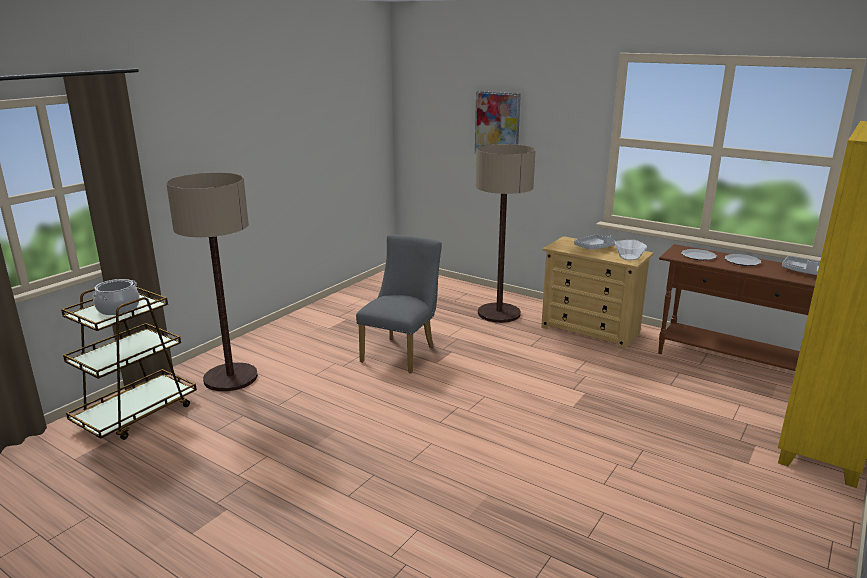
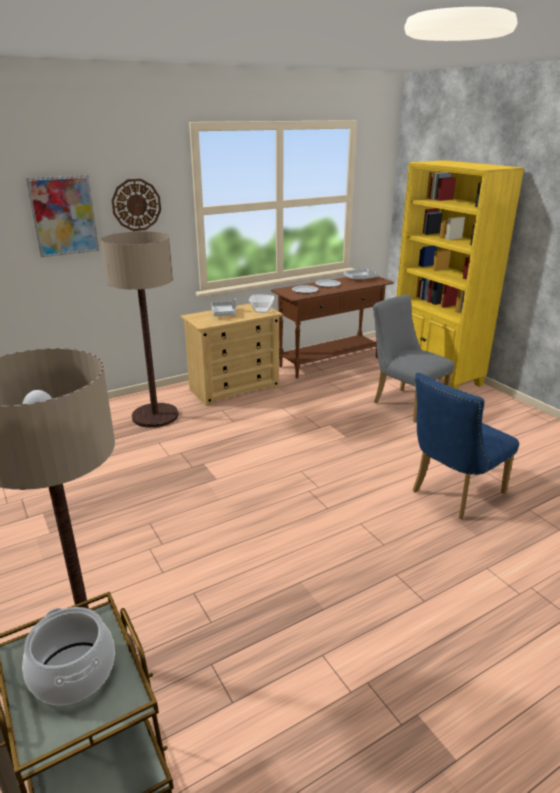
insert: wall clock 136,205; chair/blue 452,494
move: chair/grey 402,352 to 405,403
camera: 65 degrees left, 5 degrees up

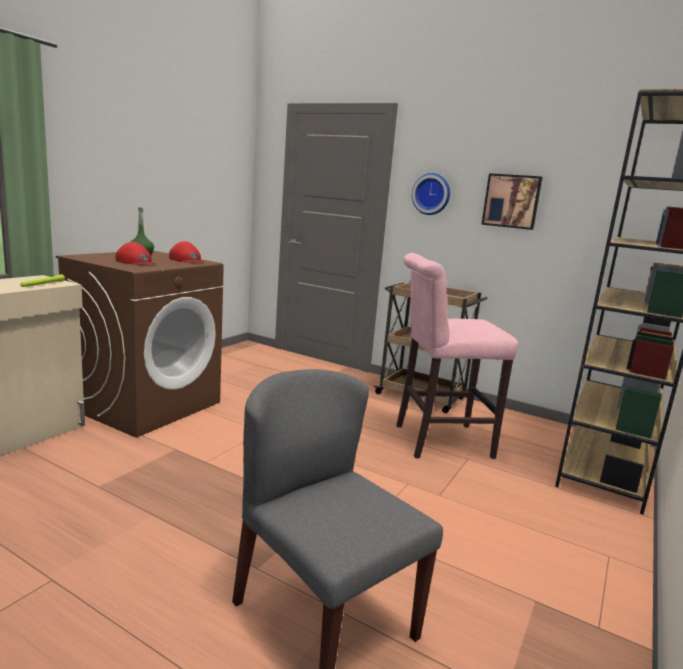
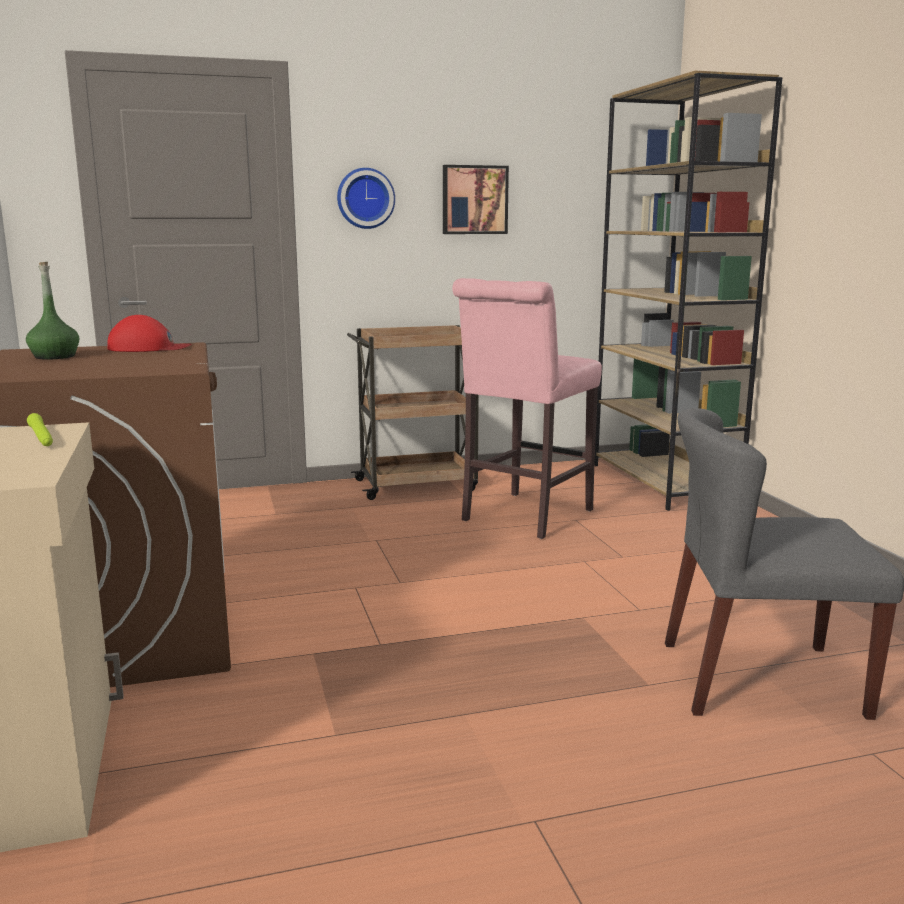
delete: cap/red 136,262
camera: 45 degrees left, 0 degrees up

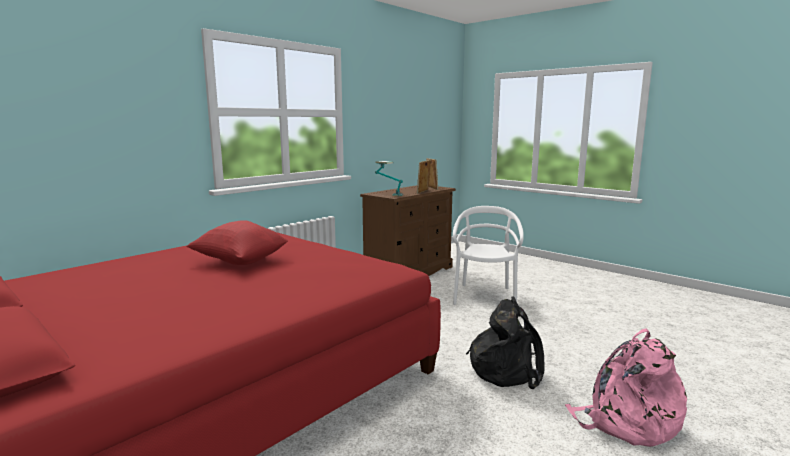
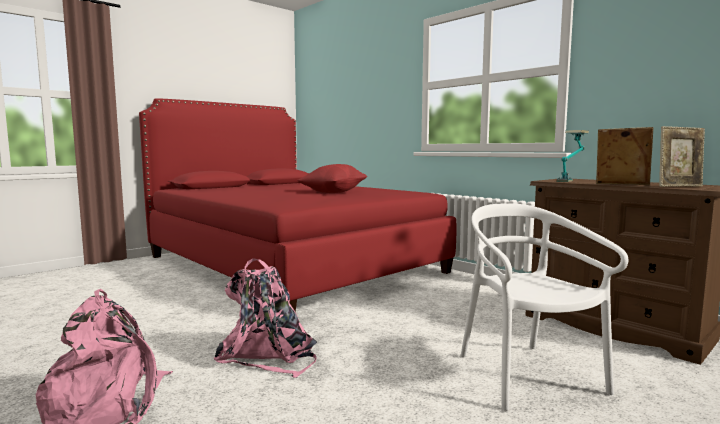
recolor: backpack/black 506,369 to backpack/pink 269,355
rotate: chair/white 484,297 = 527,375 120 degrees counterclockwise
camera: 95 degrees right, 5 degrees down

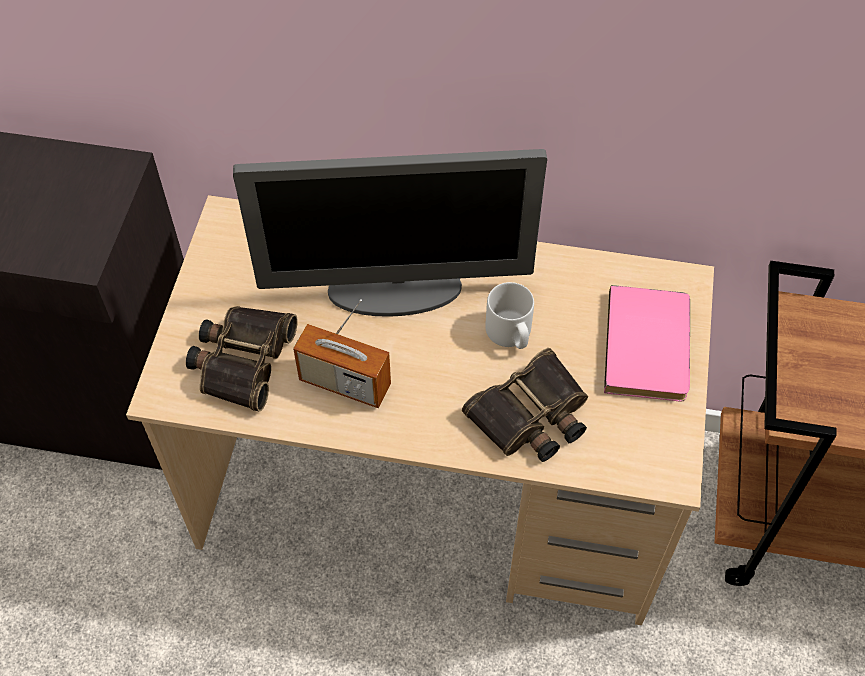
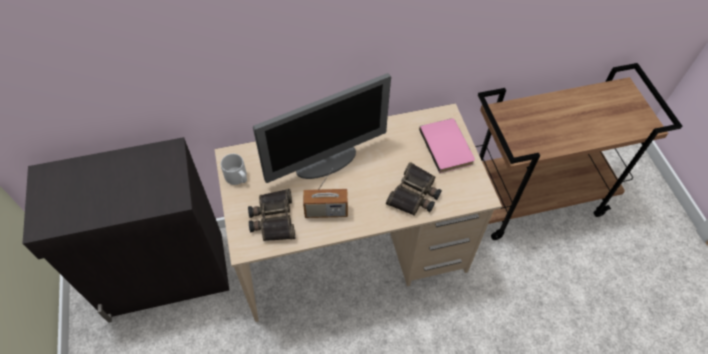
move: mug/grey 510,334 to 237,178
camera: 25 degrees left, 0 degrees up

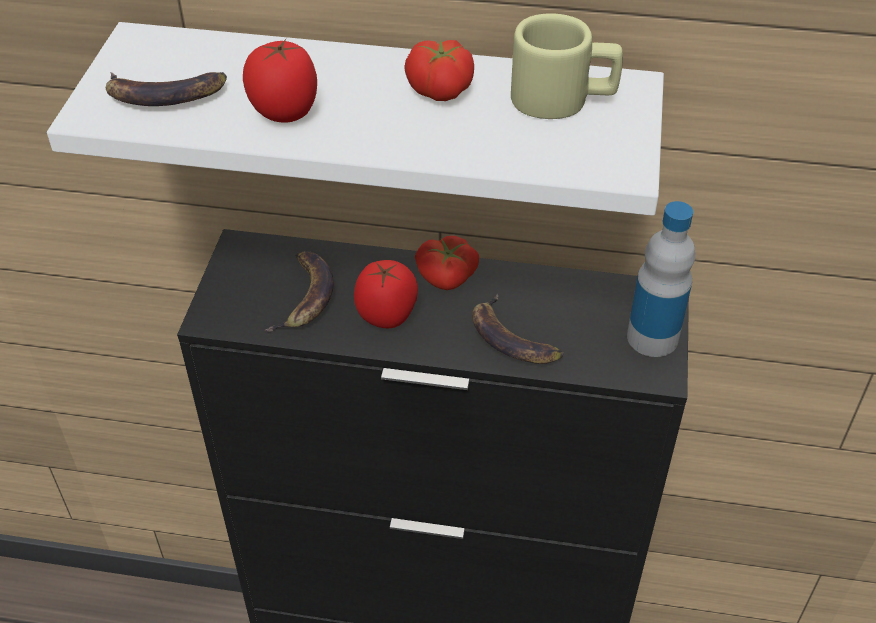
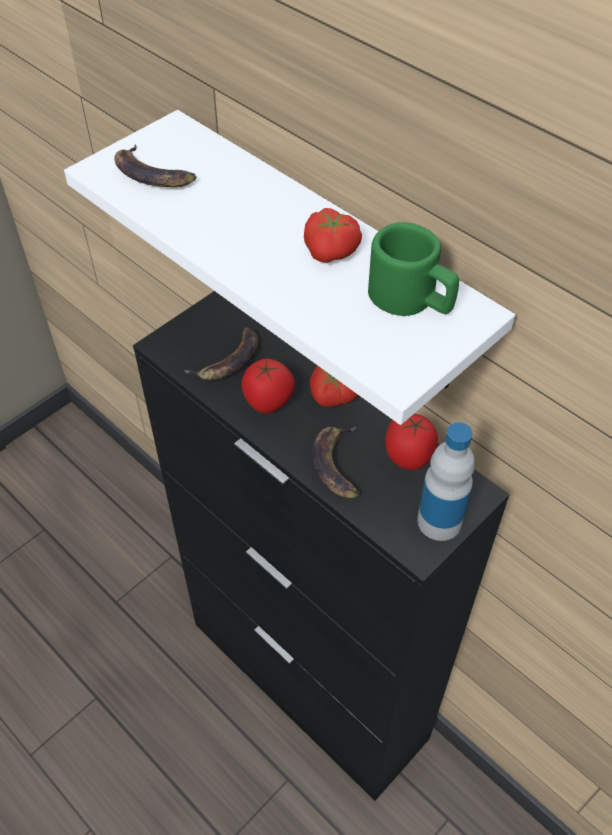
move: tomato 284,112 to 408,456
recolor: mug/beige 563,99 to mug/green 412,300
camera: 35 degrees right, 5 degrees up

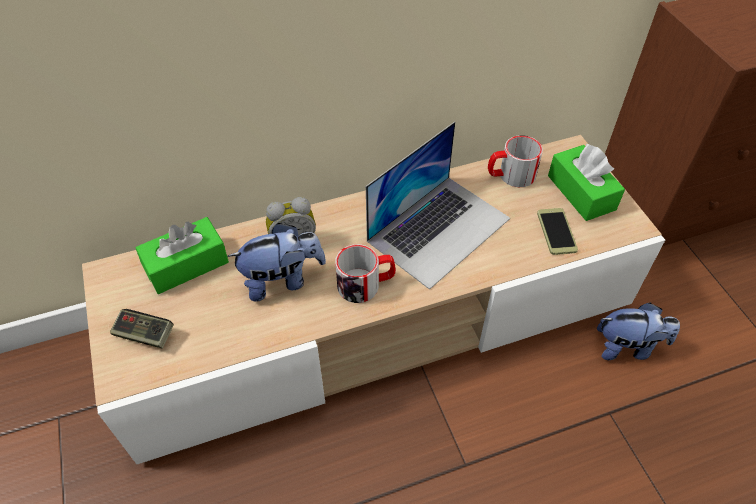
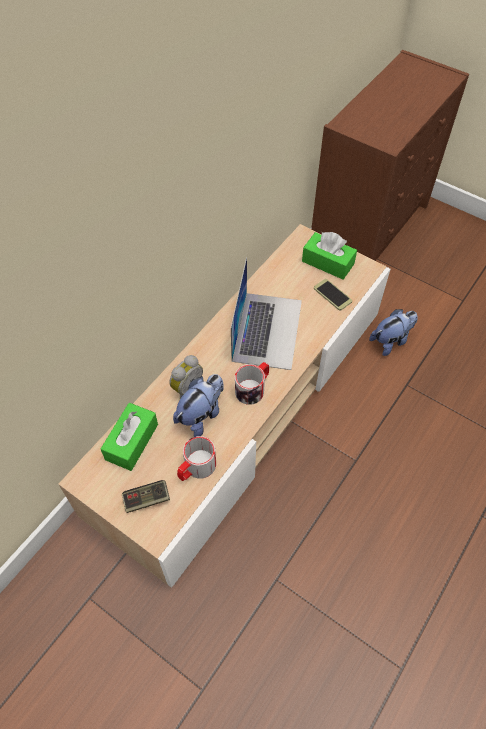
move: mug 510,175 to 196,468
camera: 35 degrees left, 5 degrees up

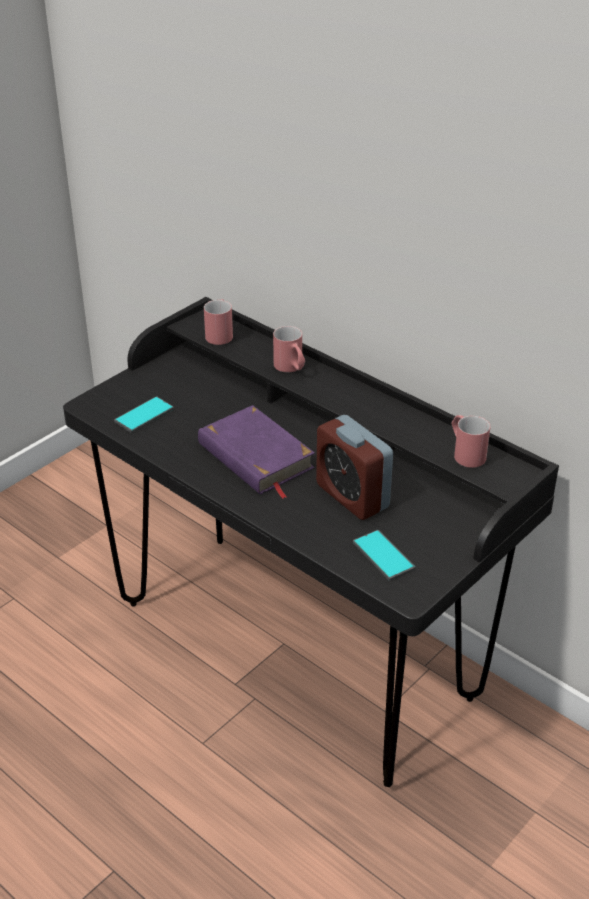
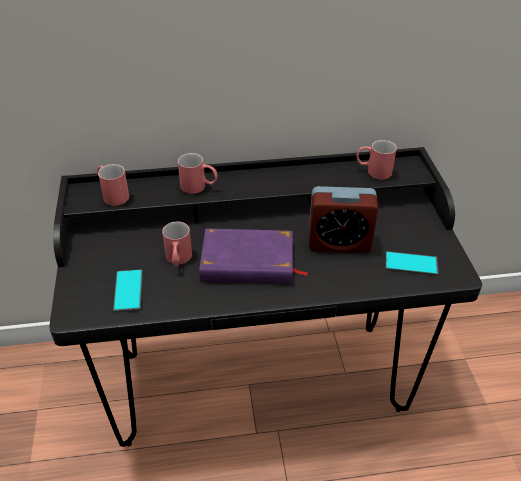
insert: mug/red 178,260
camera: 50 degrees left, 5 degrees up

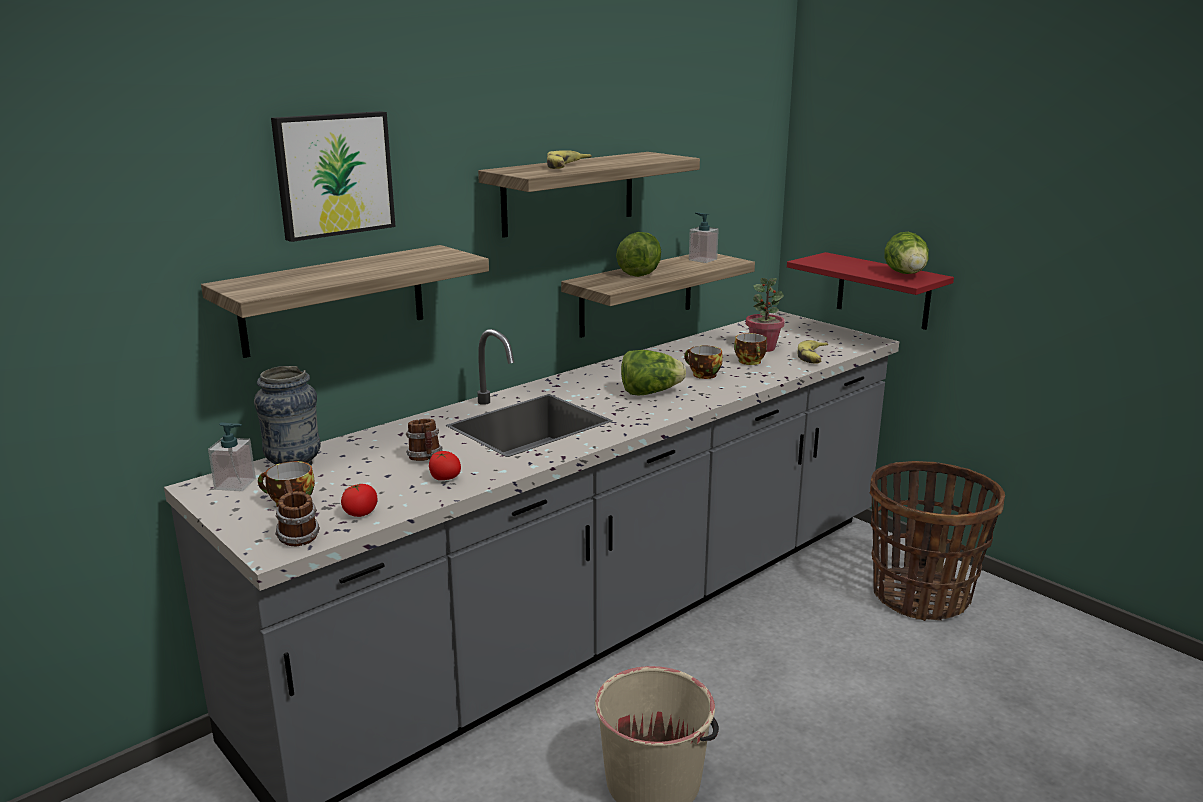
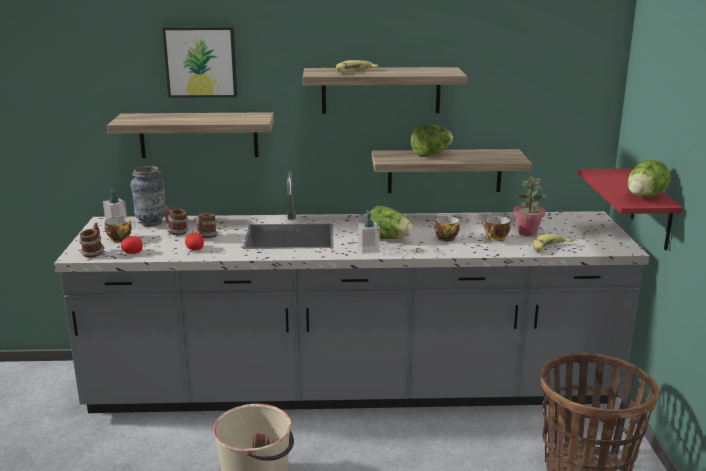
insert: mug 176,232
move: soap dispenser 702,260 to 368,249
camera: 40 degrees right, 0 degrees up

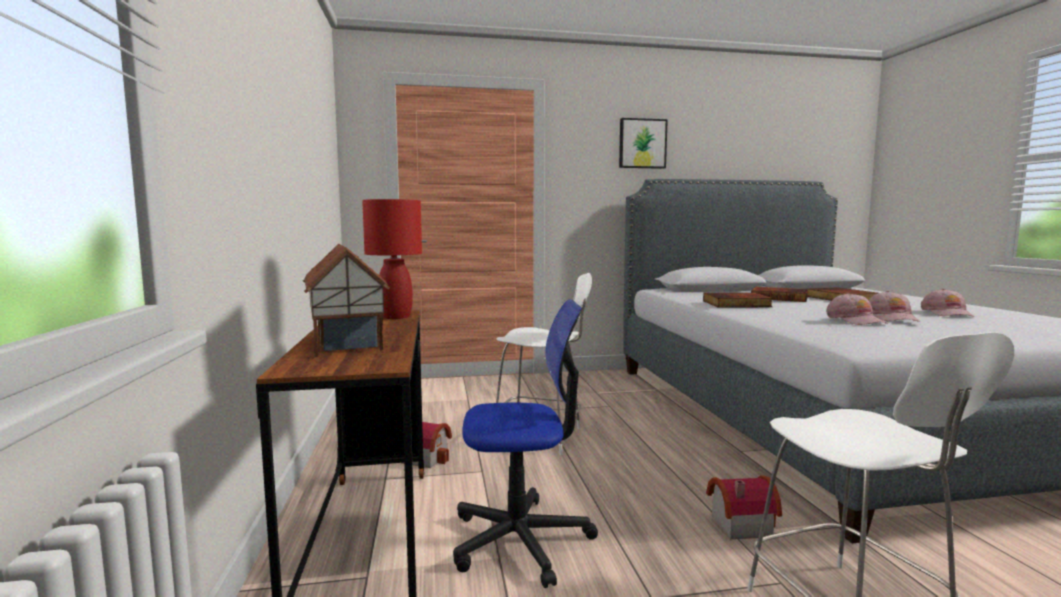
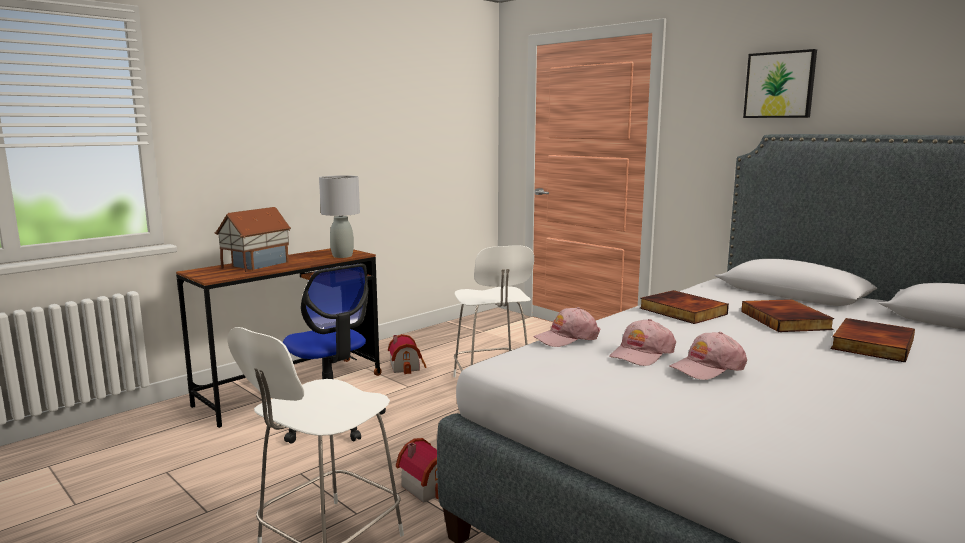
move: cap/pink 947,313 to 566,338
recolor: table lamp/red 395,317 to table lamp/grey 342,256
camera: 55 degrees right, 5 degrees up

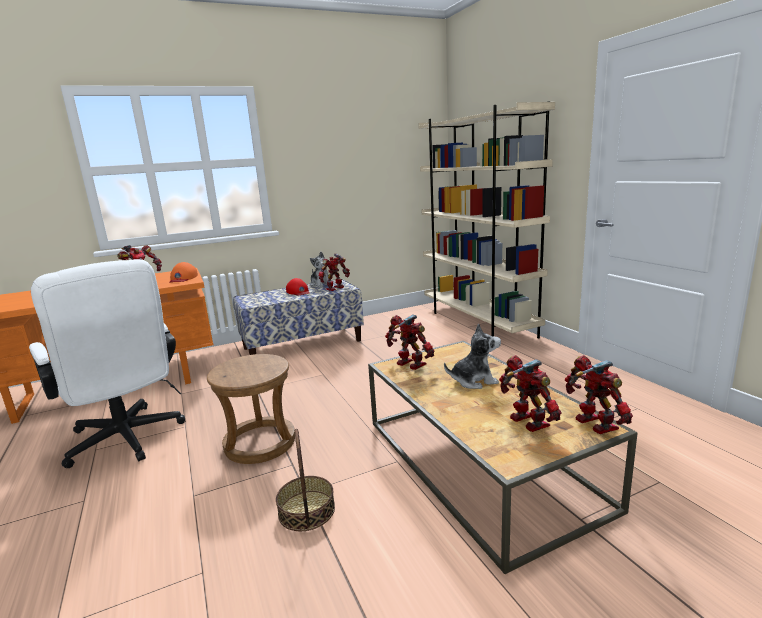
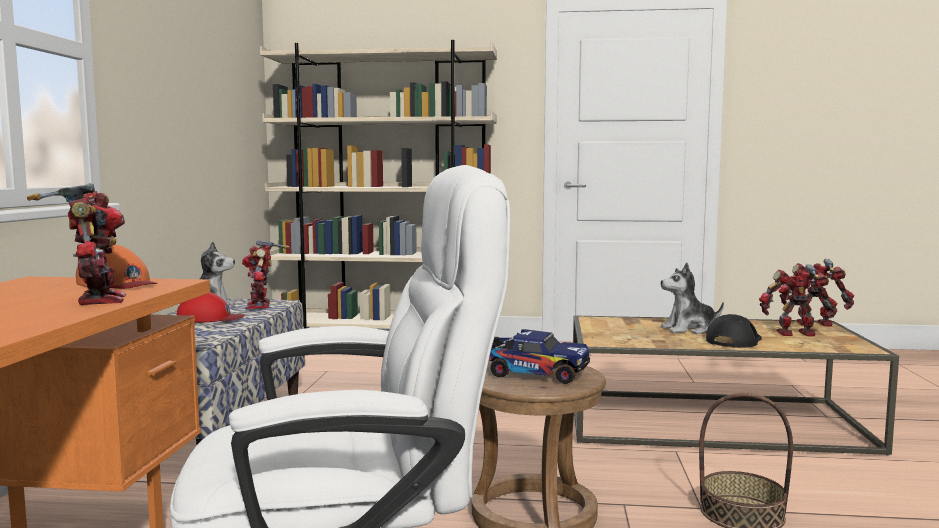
delete: toy robot 410,365
insert: cap/black 734,340; toy truck 531,374
rotate: plush toy 474,381 = 689,329 120 degrees counterclockwise
camera: 60 degrees left, 10 degrees down

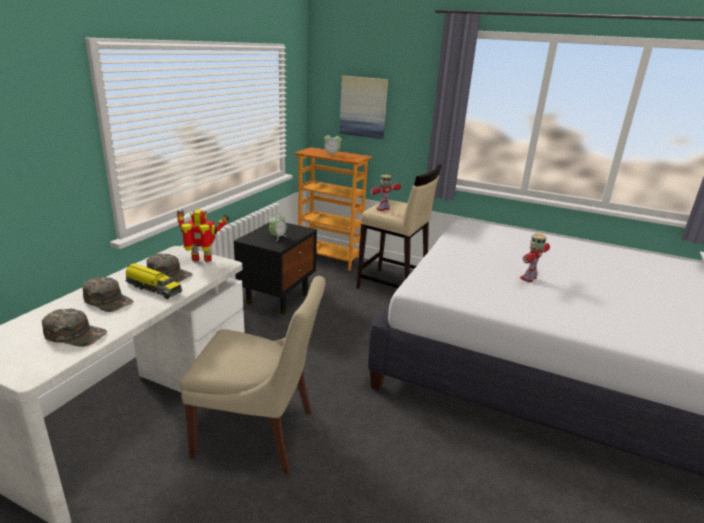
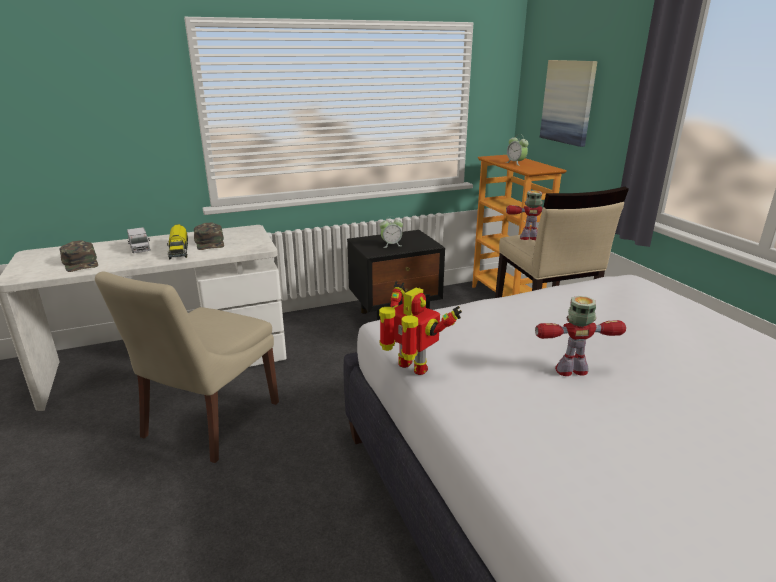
move: toy robot 202,260 to 412,369
replace: cap/green 108,300 to toy truck 140,249
rotate: chair/beige 259,434 = 209,422 60 degrees clockwise
camera: 45 degrees right, 0 degrees up

